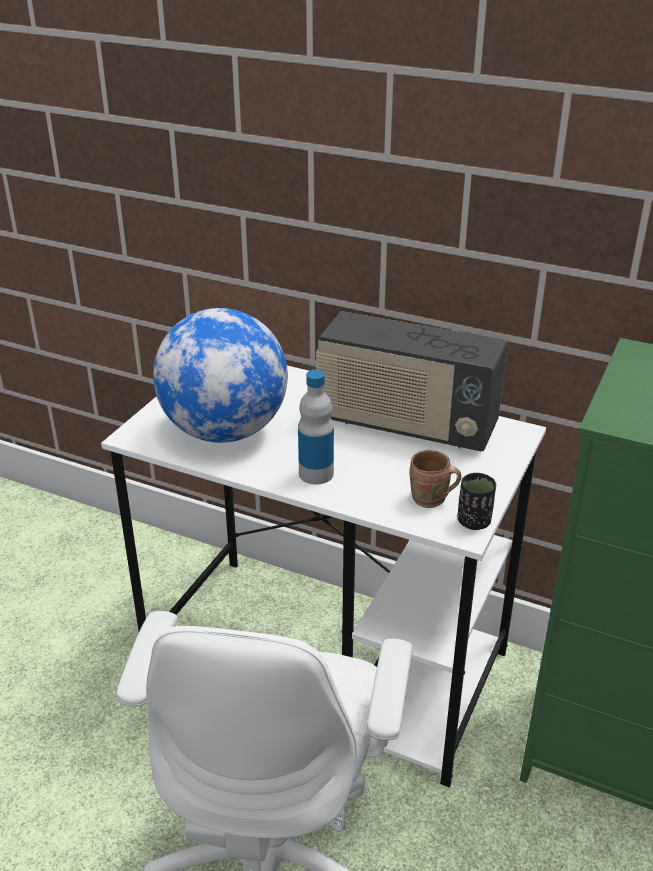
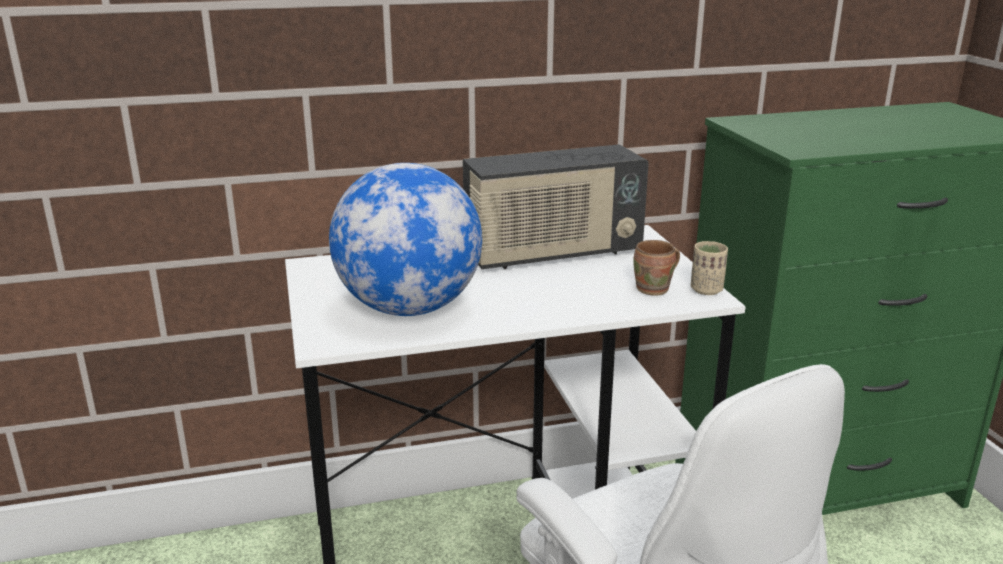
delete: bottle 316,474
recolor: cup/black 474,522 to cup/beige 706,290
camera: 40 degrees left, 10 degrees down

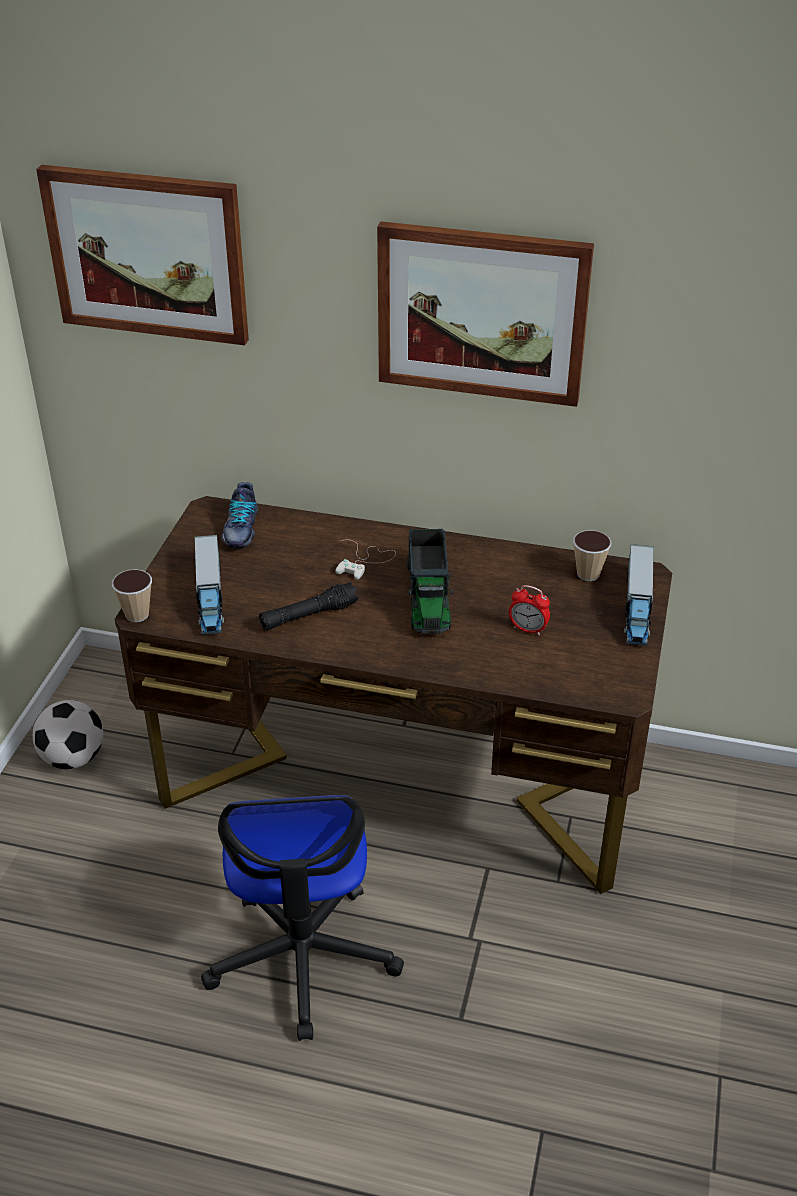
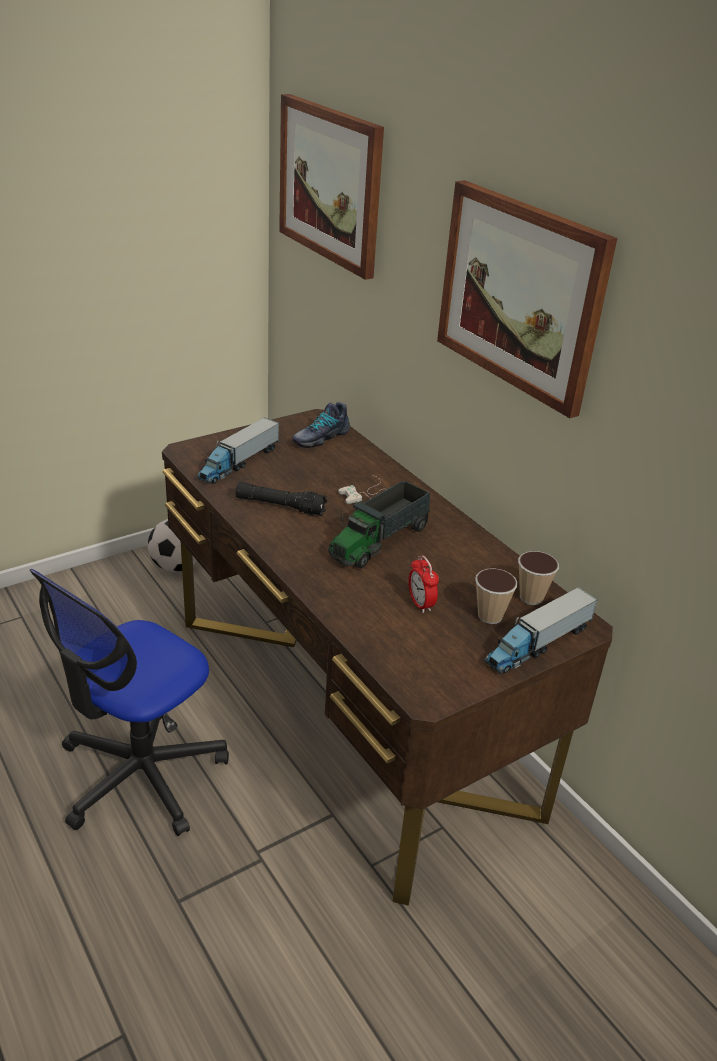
move: cup 137,615 to 490,616
camera: 40 degrees right, 5 degrees down

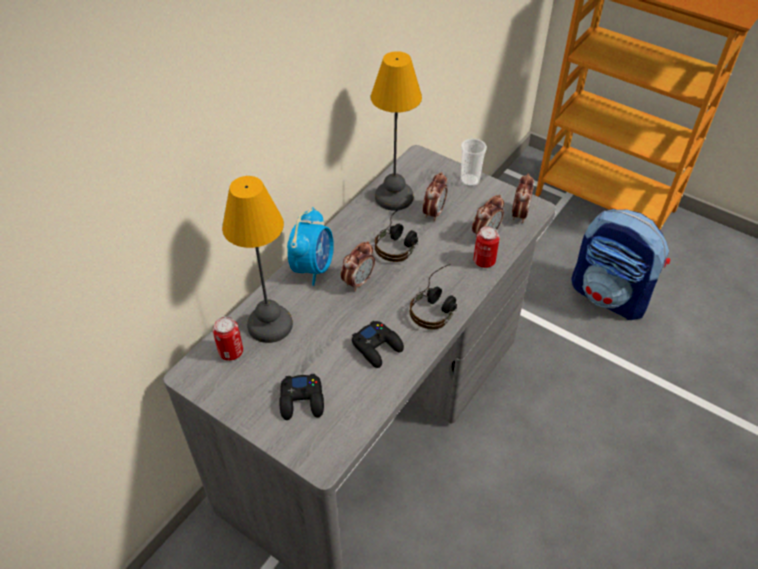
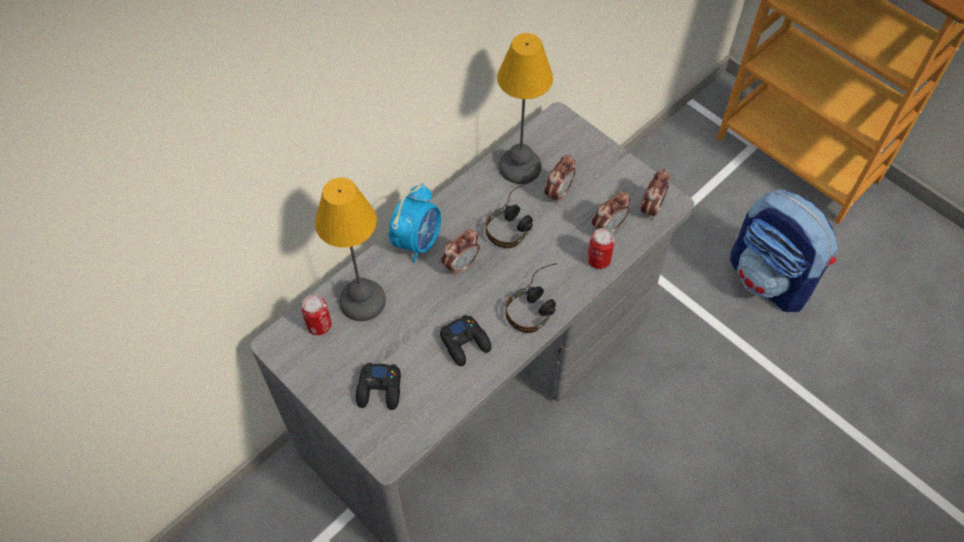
delete: cup 469,180
camera: 10 degrees right, 10 degrees up

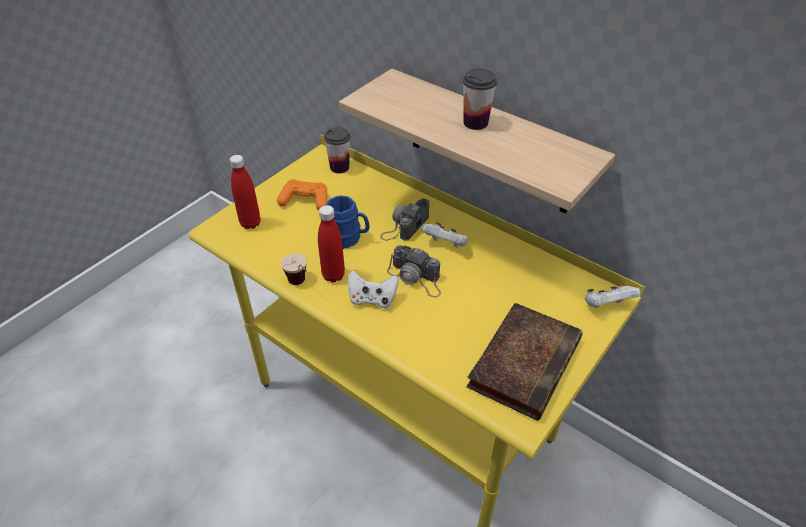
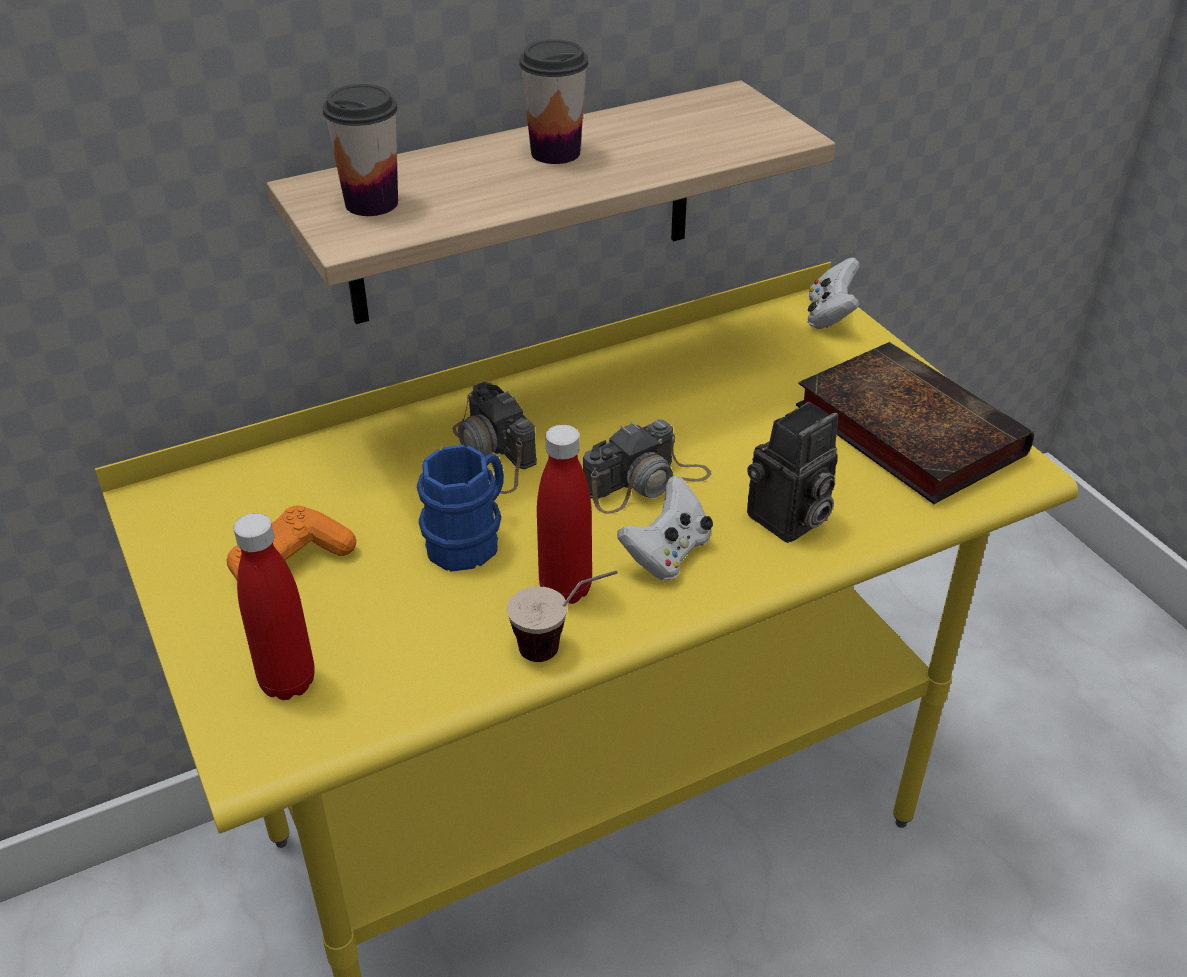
delete: game controller/white 445,244
insert: photo camera 788,521
move: cup 339,167 to 371,203
camera: 65 degrees left, 5 degrees down

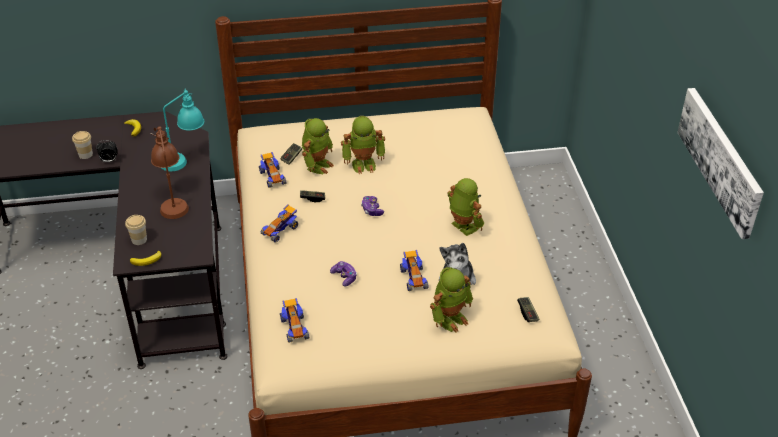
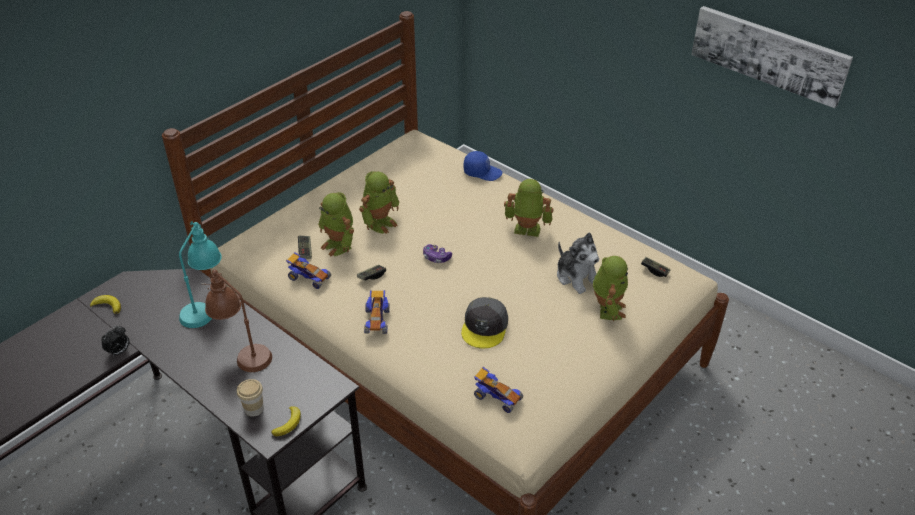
delete: cup 85,154; toy car 413,278
insert: cap/blue 482,172
replace: game controller 344,277 to cap/grey 485,327
rotate: toy robot 317,165 = 339,245 150 degrees clockwise
camera: 40 degrees left, 0 degrees up

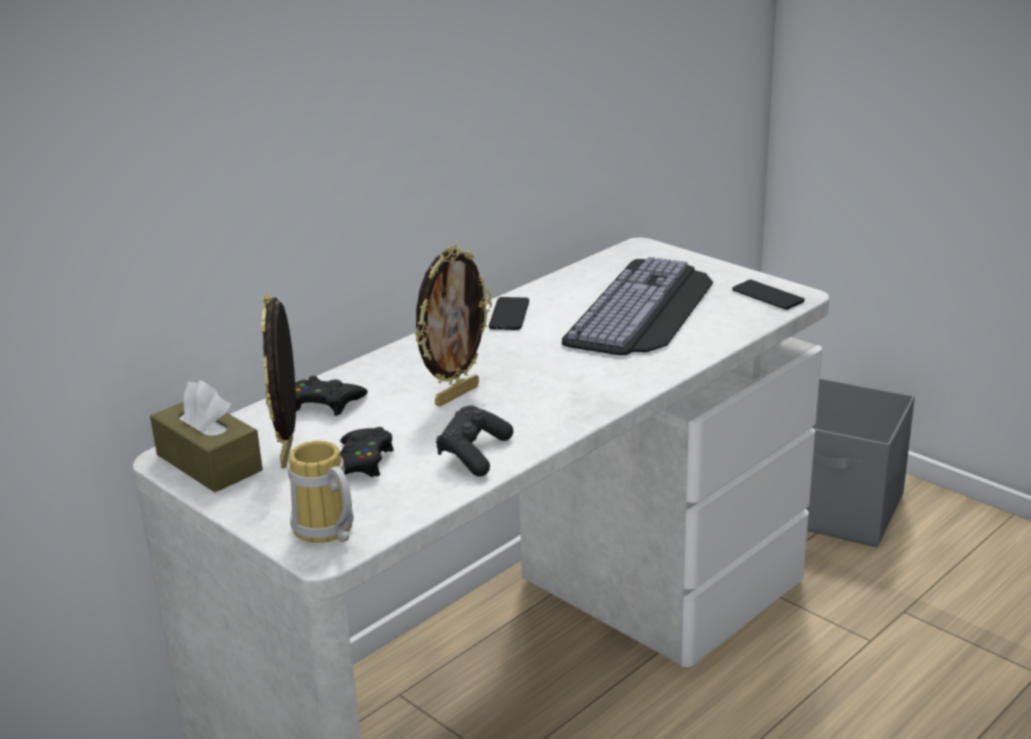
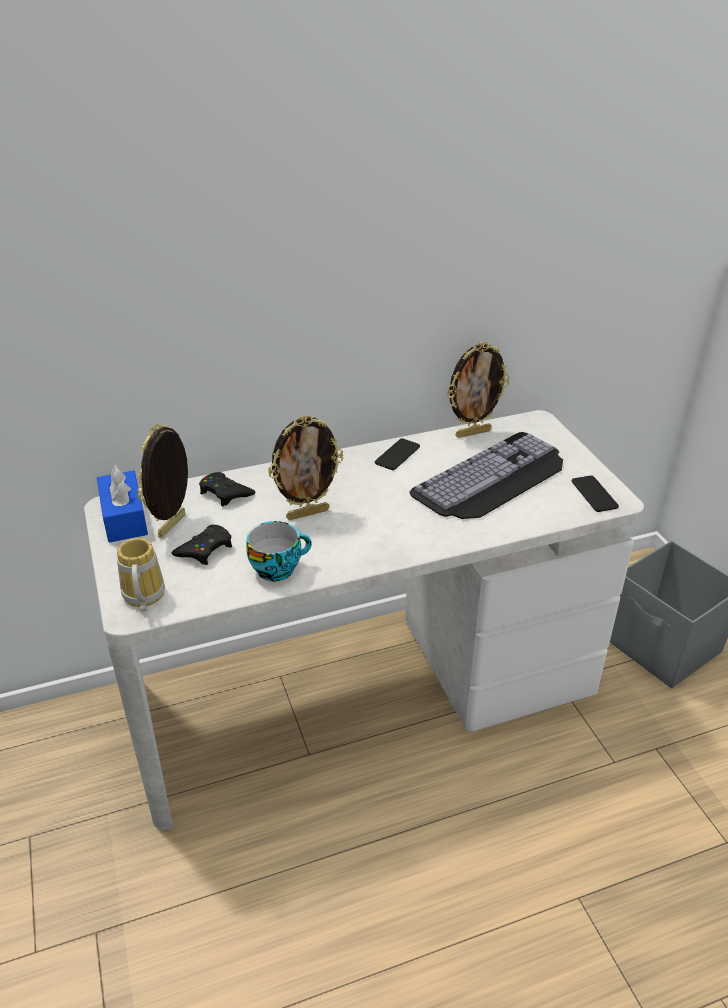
insert: picture frame 473,433
replace: game controller/black 474,454 to cup 278,568
recolor: tissue box/brown 209,463 to tissue box/blue 124,518
camera: 25 degrees right, 10 degrees up

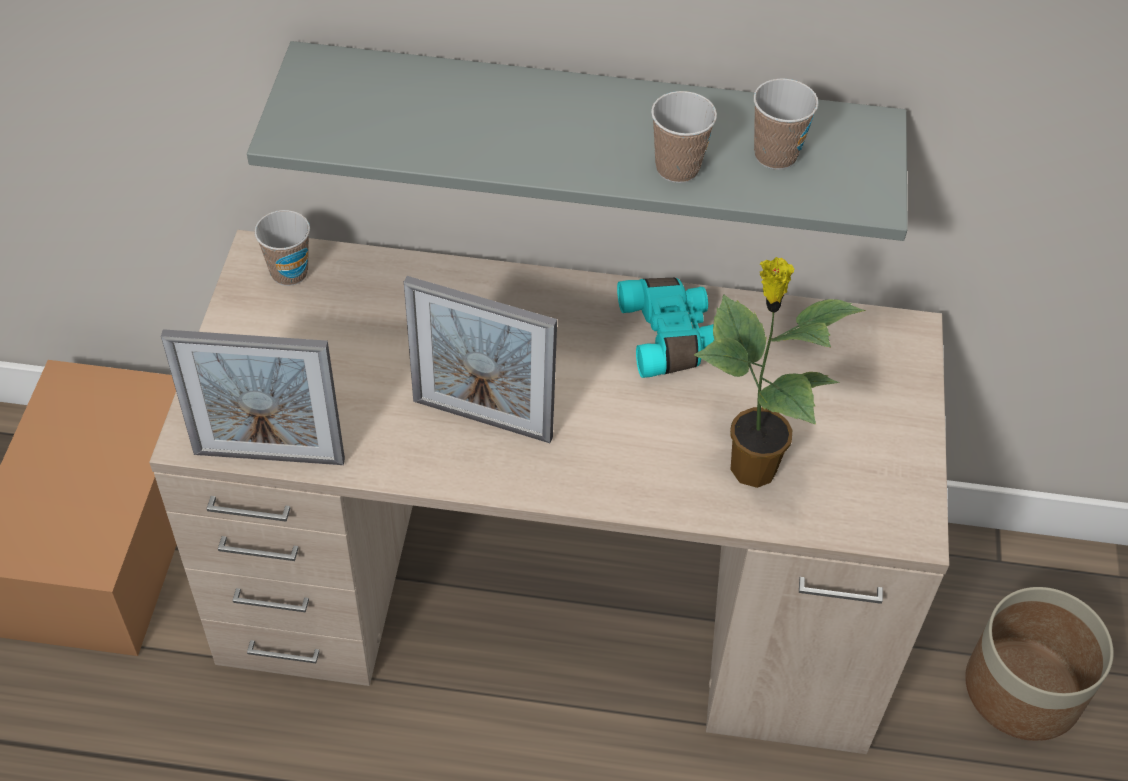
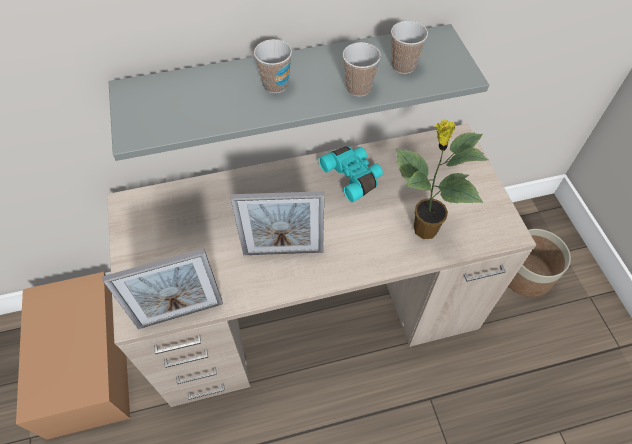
move: cup 289,273 to 275,85
camera: 20 degrees left, 5 degrees up

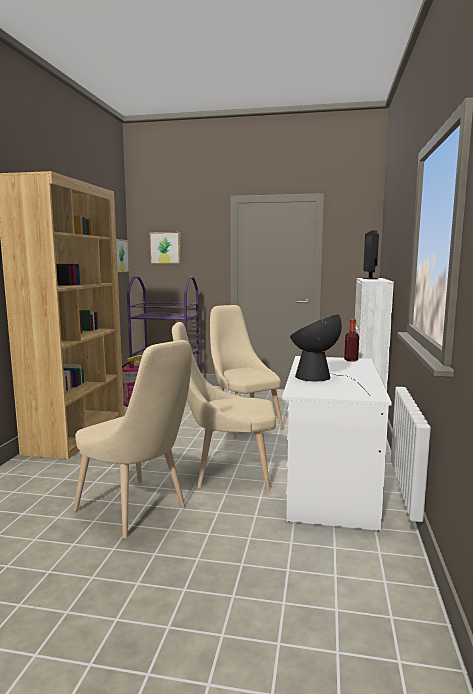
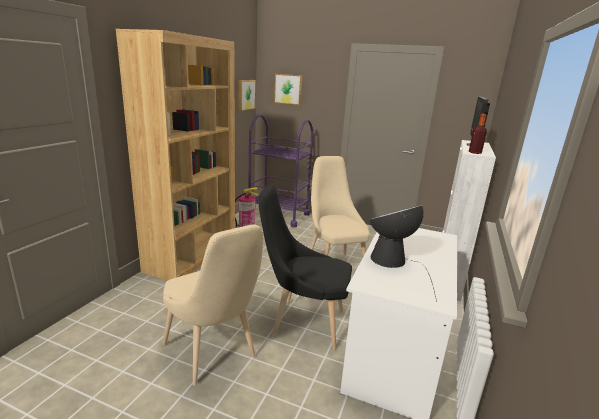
move: bottle 351,360 to 475,152
recolor: chair/beige 227,473 to chair/black 303,322
camera: 10 degrees right, 10 degrees up

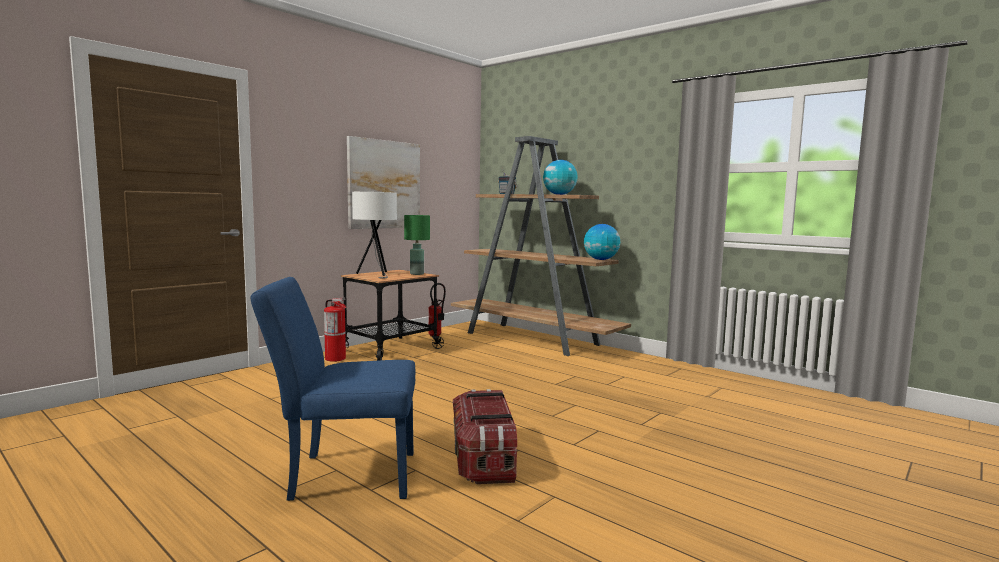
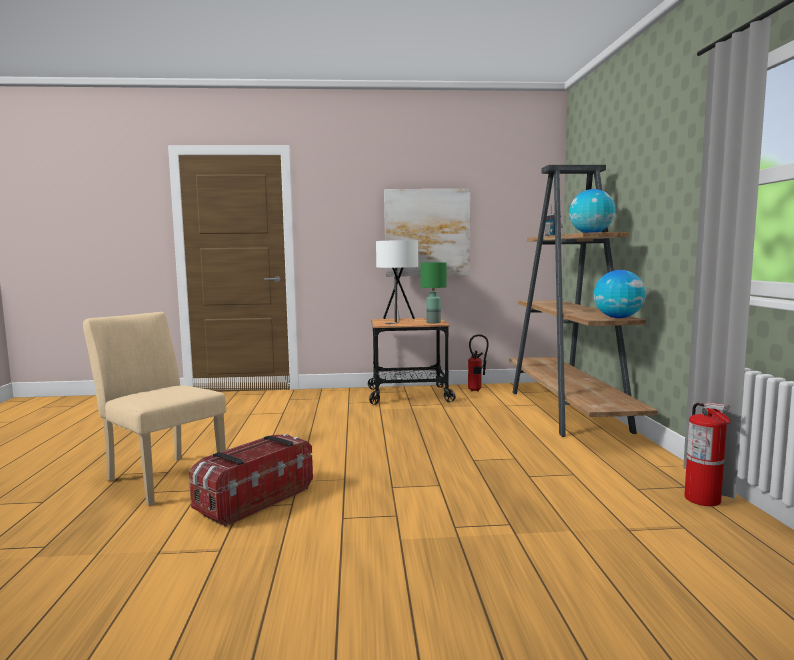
move: fire extinguisher 335,358 to 703,499
recolor: chair/blue 343,475 to chair/beige 161,477
camera: 45 degrees right, 0 degrees up

